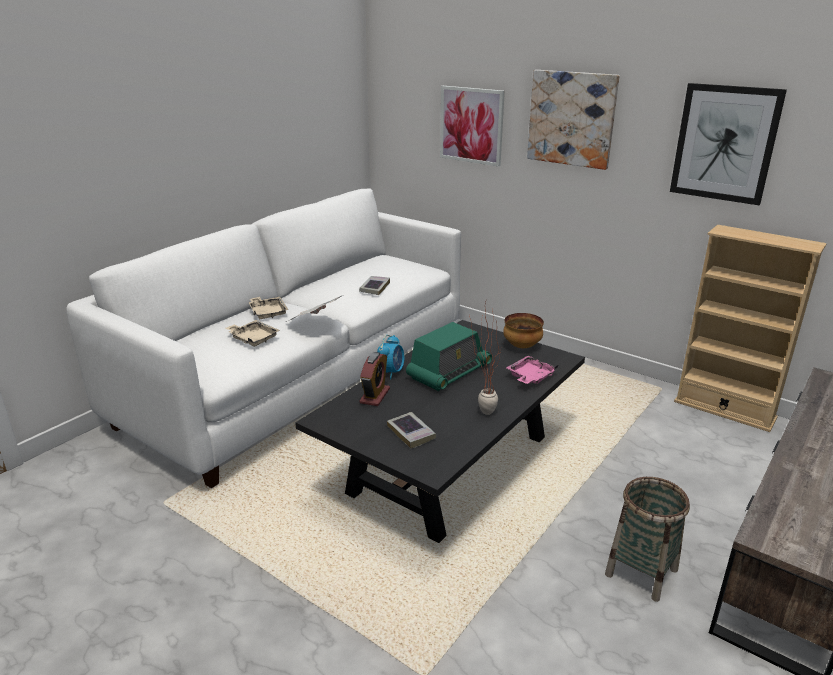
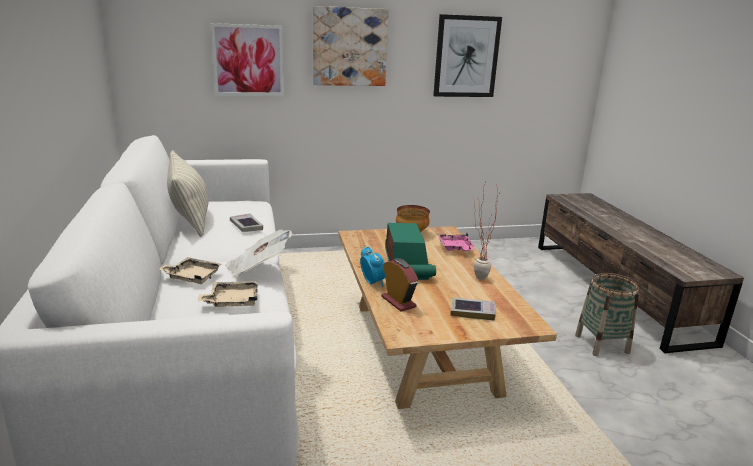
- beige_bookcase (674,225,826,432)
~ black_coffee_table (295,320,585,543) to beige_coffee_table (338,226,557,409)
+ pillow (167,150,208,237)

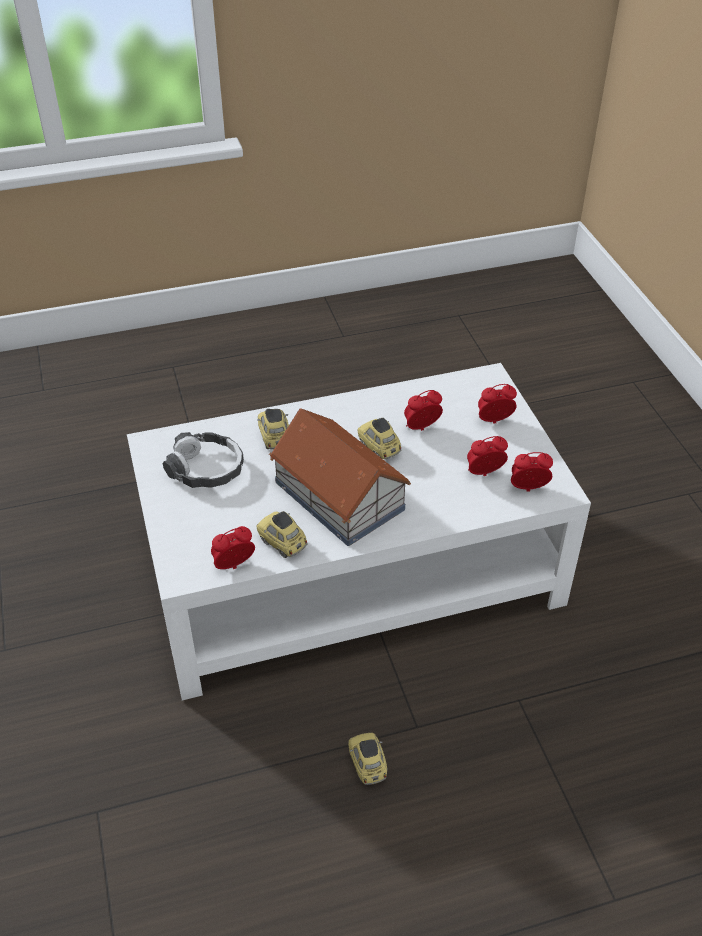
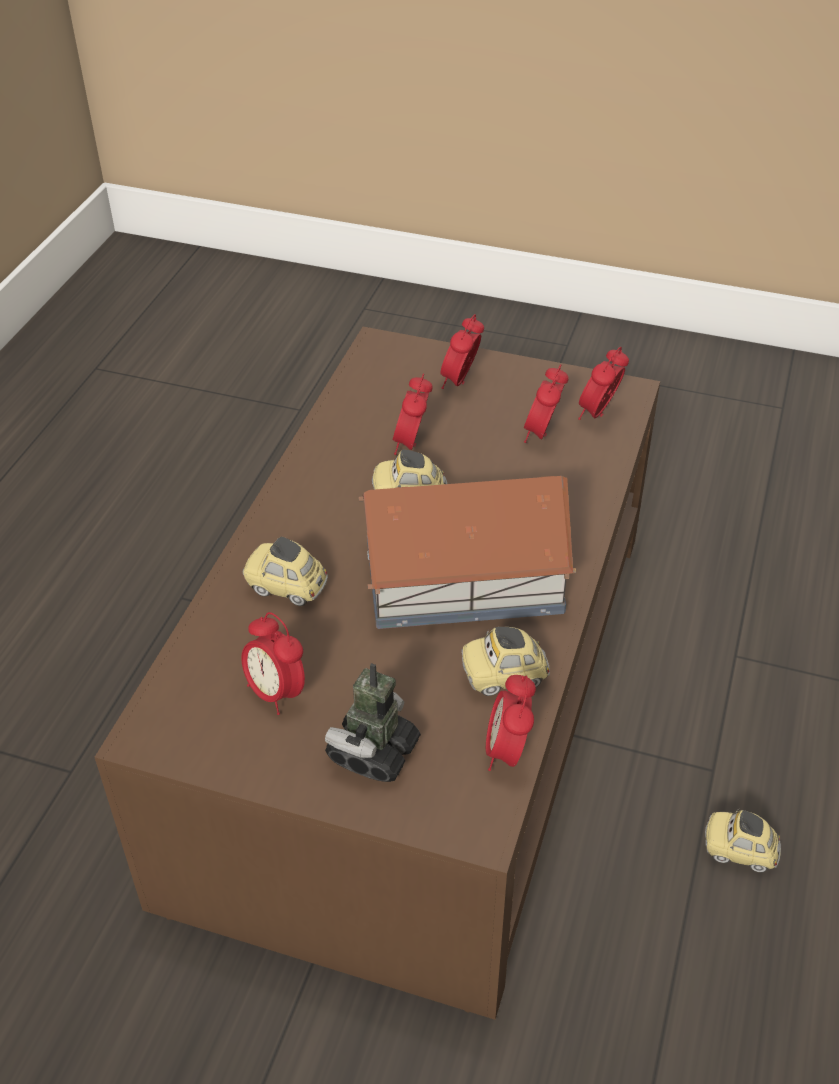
~ white_coffee_table (127,363,591,700) to brown_coffee_table (95,327,660,1020)
~ headphones (163,432,244,488) to alarm_clock (241,612,305,715)
+ toy_robot (325,663,421,782)

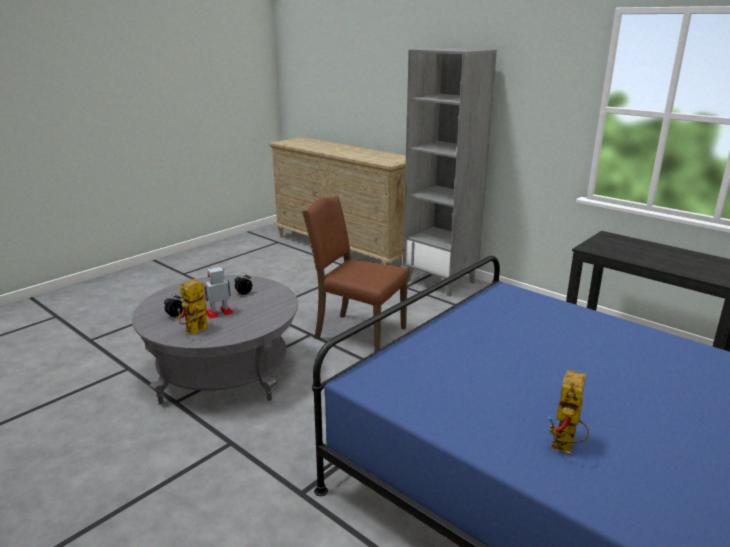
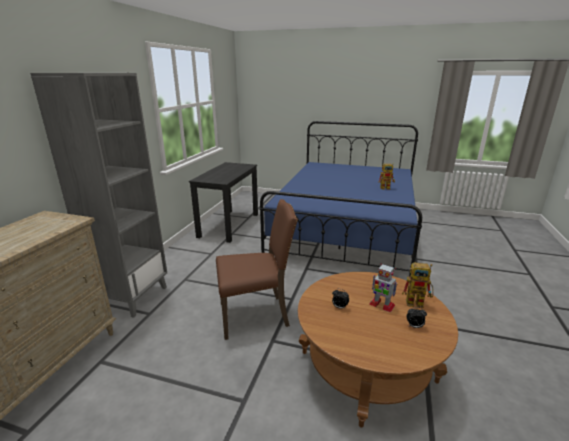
~ brown_chair (302,195,409,352) = (216,199,298,340) 105 degrees counterclockwise
~ grey_coffee_table (132,275,298,404) to brown_coffee_table (298,272,458,427)

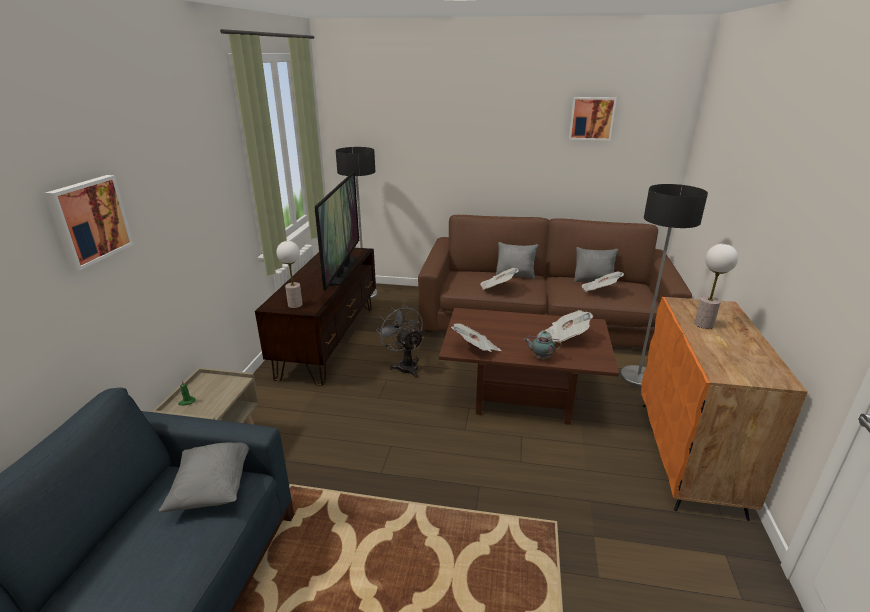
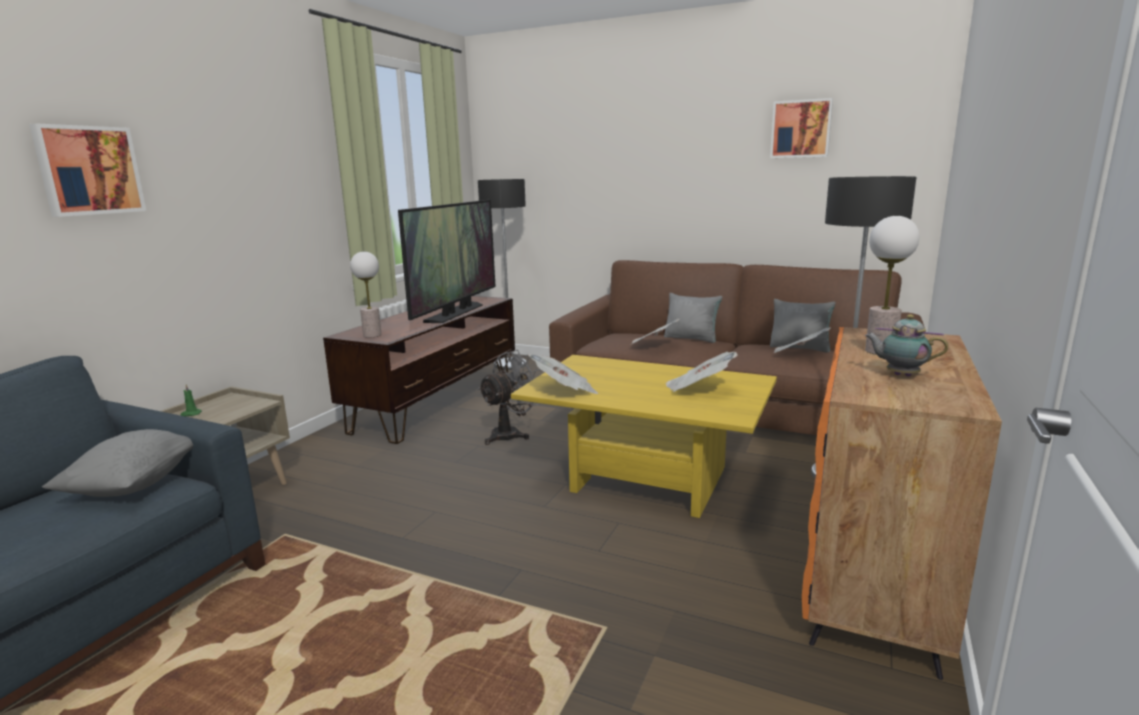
~ grey_fan (376,304,424,378) = (478,350,541,445) 60 degrees clockwise
~ brown_coffee_table (439,308,619,425) to yellow_coffee_table (511,355,777,518)
~ teapot (524,330,562,359) to (865,314,948,377)

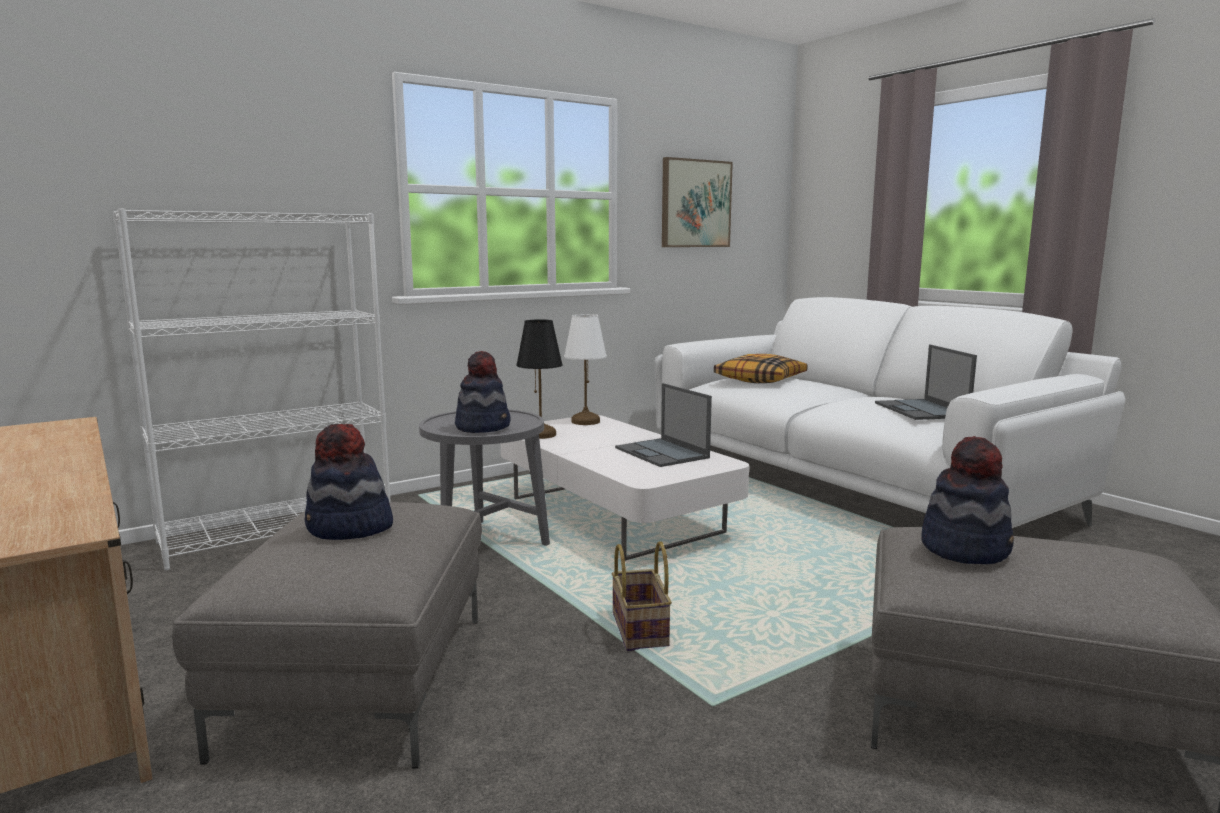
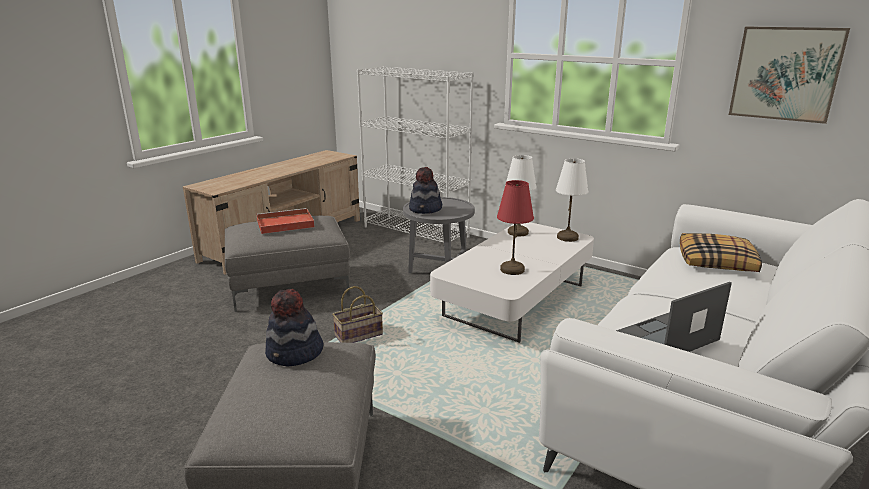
~ black_table_lamp (516,319,563,439) to white_table_lamp (505,155,537,236)
~ laptop (615,383,712,467) to red_table_lamp (497,180,534,275)
~ hat (305,424,393,540) to red_tray (256,208,315,234)

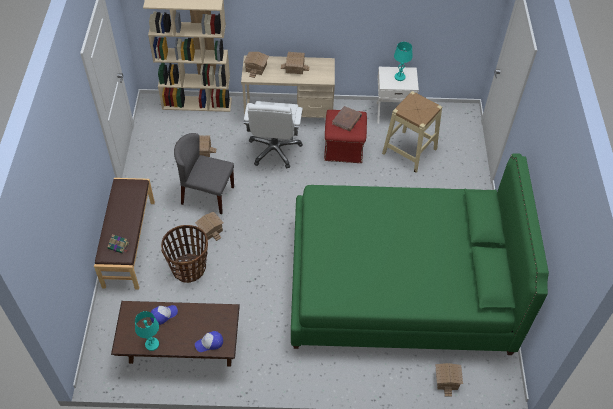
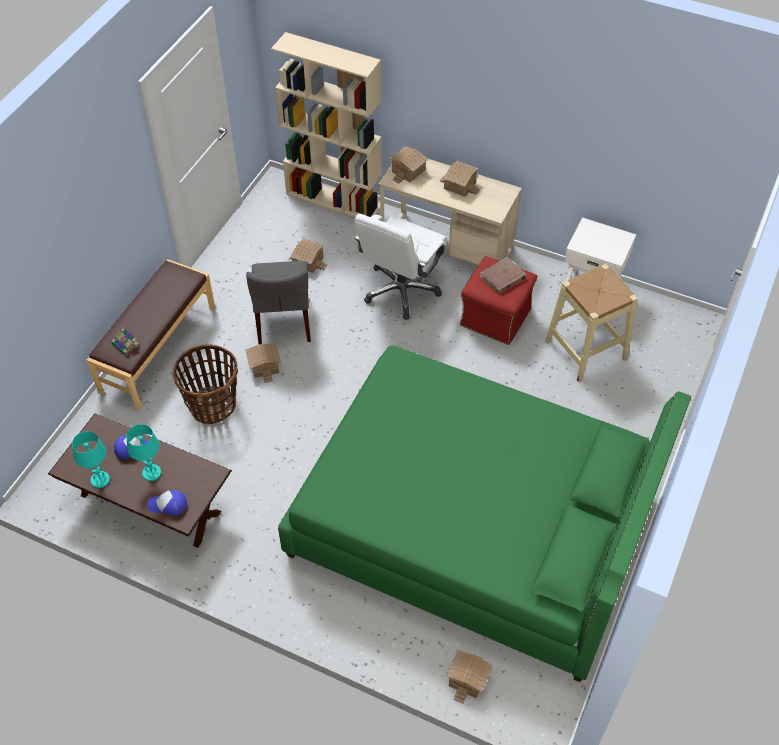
~ turquoise_table_lamp (394,42,412,81) to (126,424,161,481)
~ grey_chair (174,133,234,214) = (246,261,311,345) 135 degrees counterclockwise

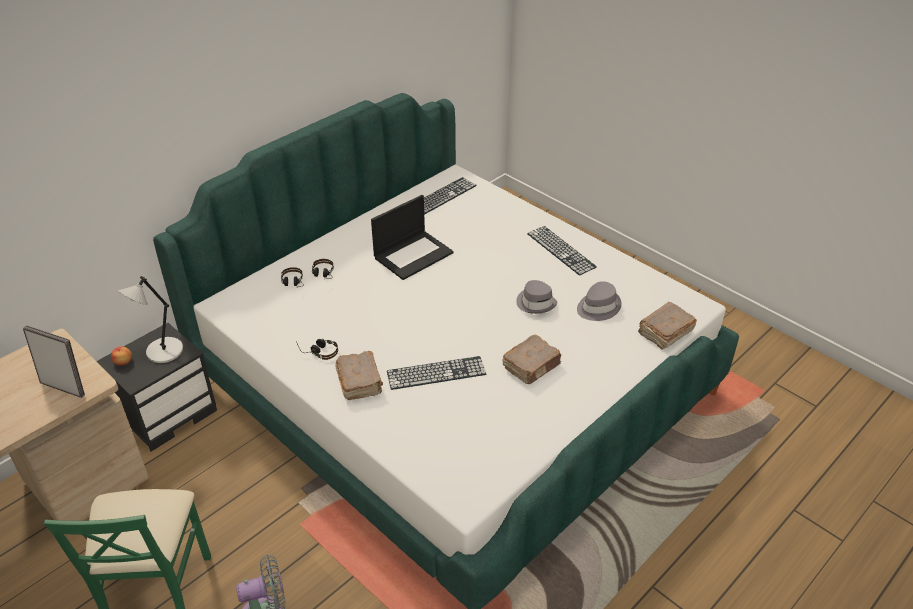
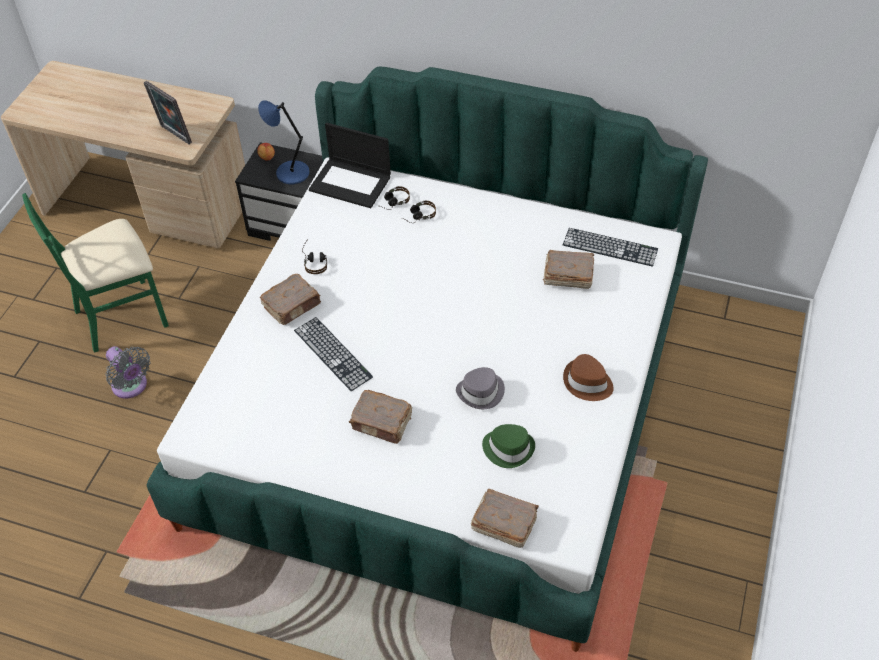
~ laptop (371,195,454,280) to (309,123,391,208)
~ keyboard (527,226,597,276) to brown_hat (563,354,614,401)
~ grey_table_lamp (118,276,183,363) to blue_table_lamp (258,100,310,184)
~ grey_hat (577,281,621,321) to green_hat (482,424,535,468)
~ picture_frame (23,325,85,398) = (144,81,192,144) 135 degrees clockwise
+ brown_book (543,250,594,289)

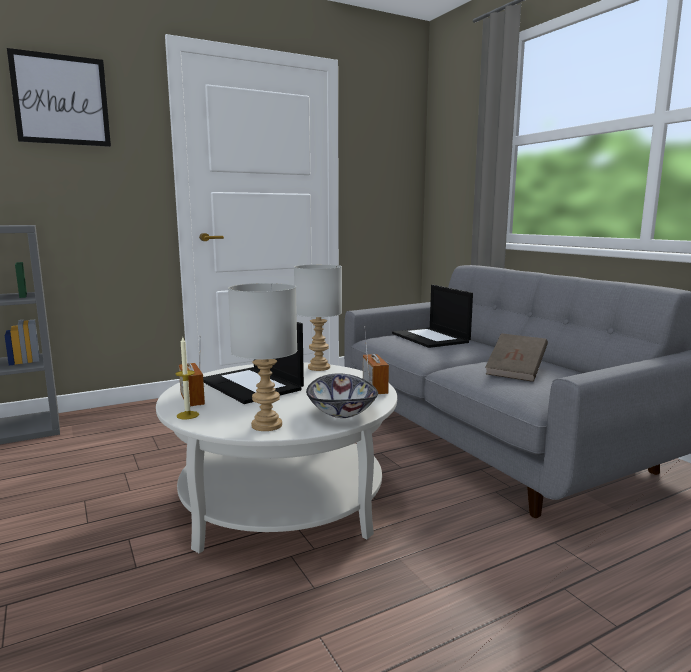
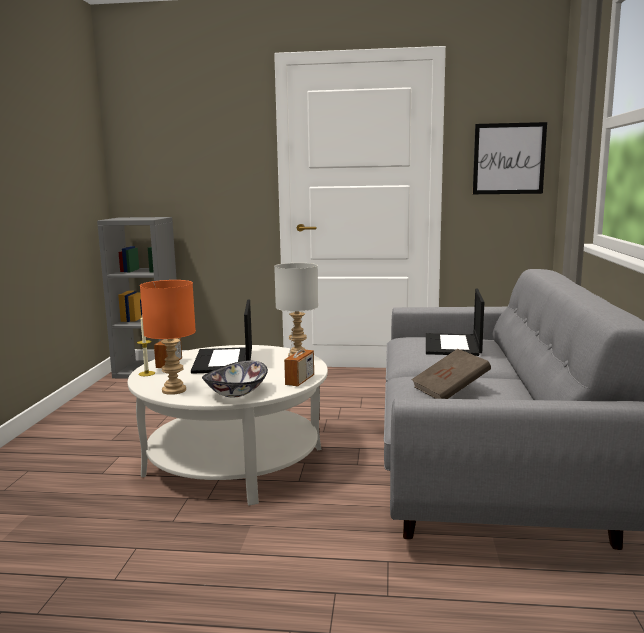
~ picture (7,48,111,147) to (473,122,547,194)
~ grey_table_lamp (228,283,297,431) to orange_table_lamp (140,280,196,395)

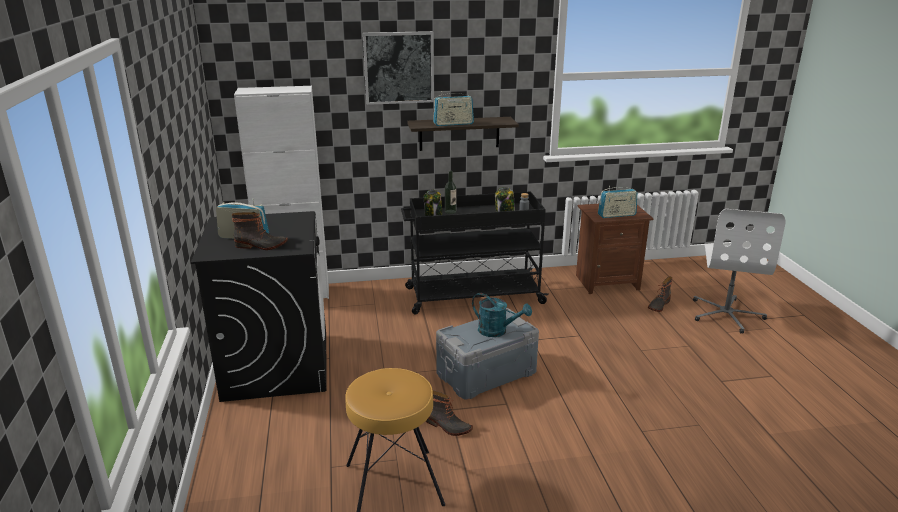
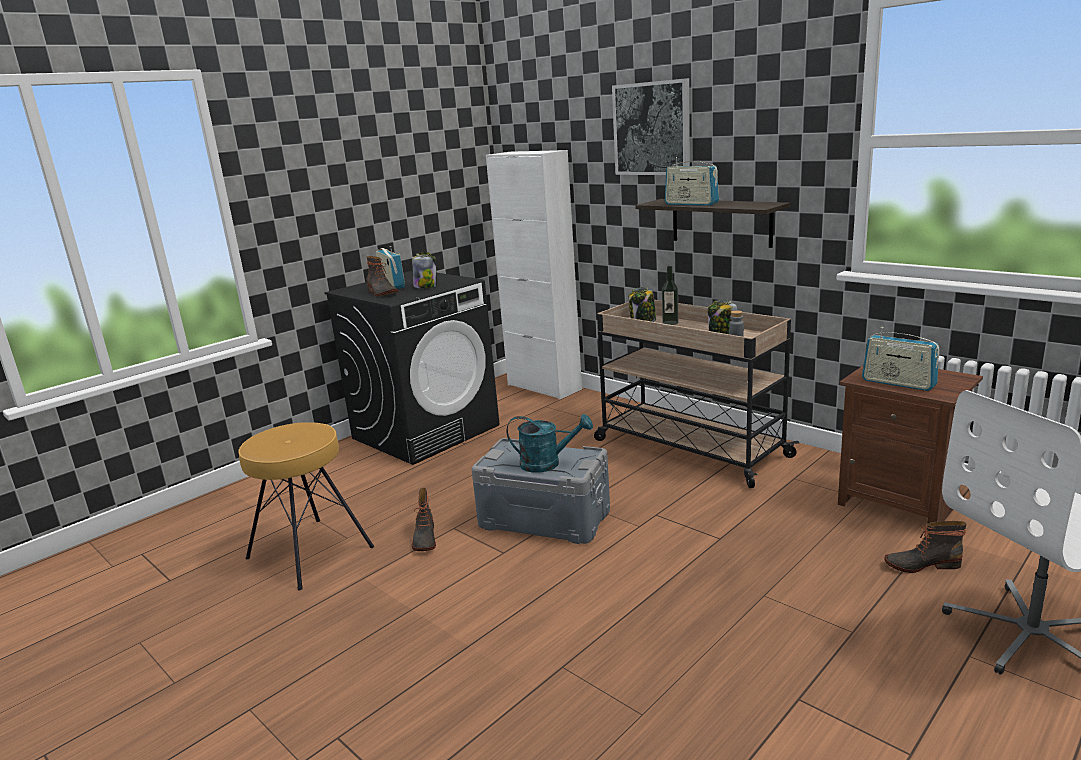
~ black_cart (401,191,549,315) to beige_cart (594,300,799,488)
~ turquoise_watering_can (472,293,532,337) = (507,414,593,473) 75 degrees counterclockwise
+ jar (412,252,437,288)

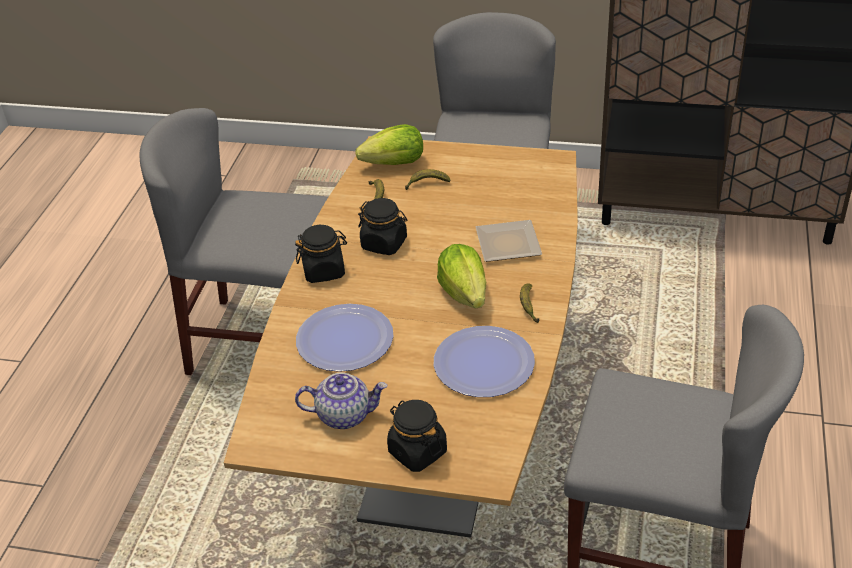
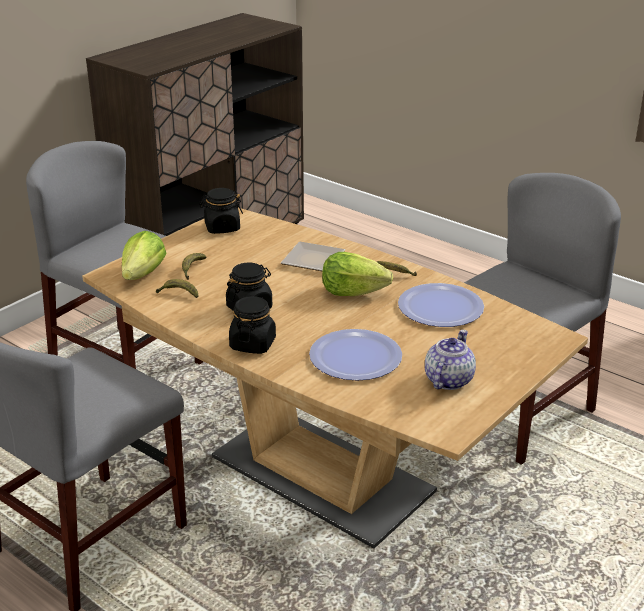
~ black_jar (387,400,447,472) to (199,188,243,234)

